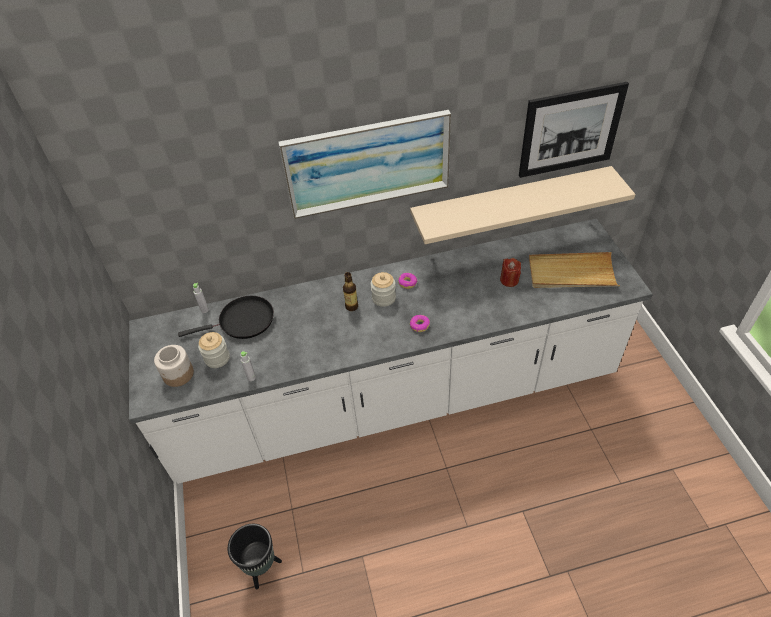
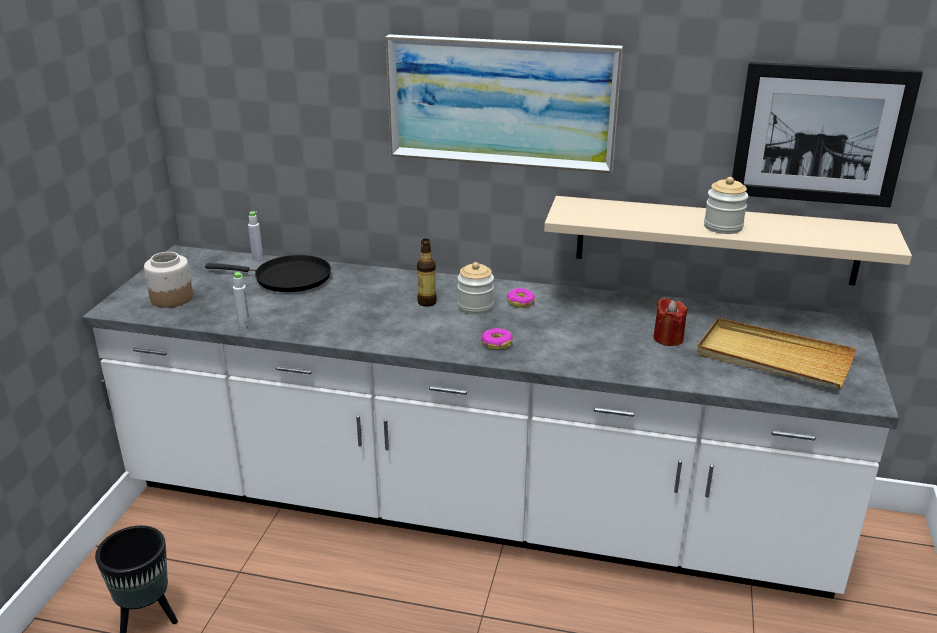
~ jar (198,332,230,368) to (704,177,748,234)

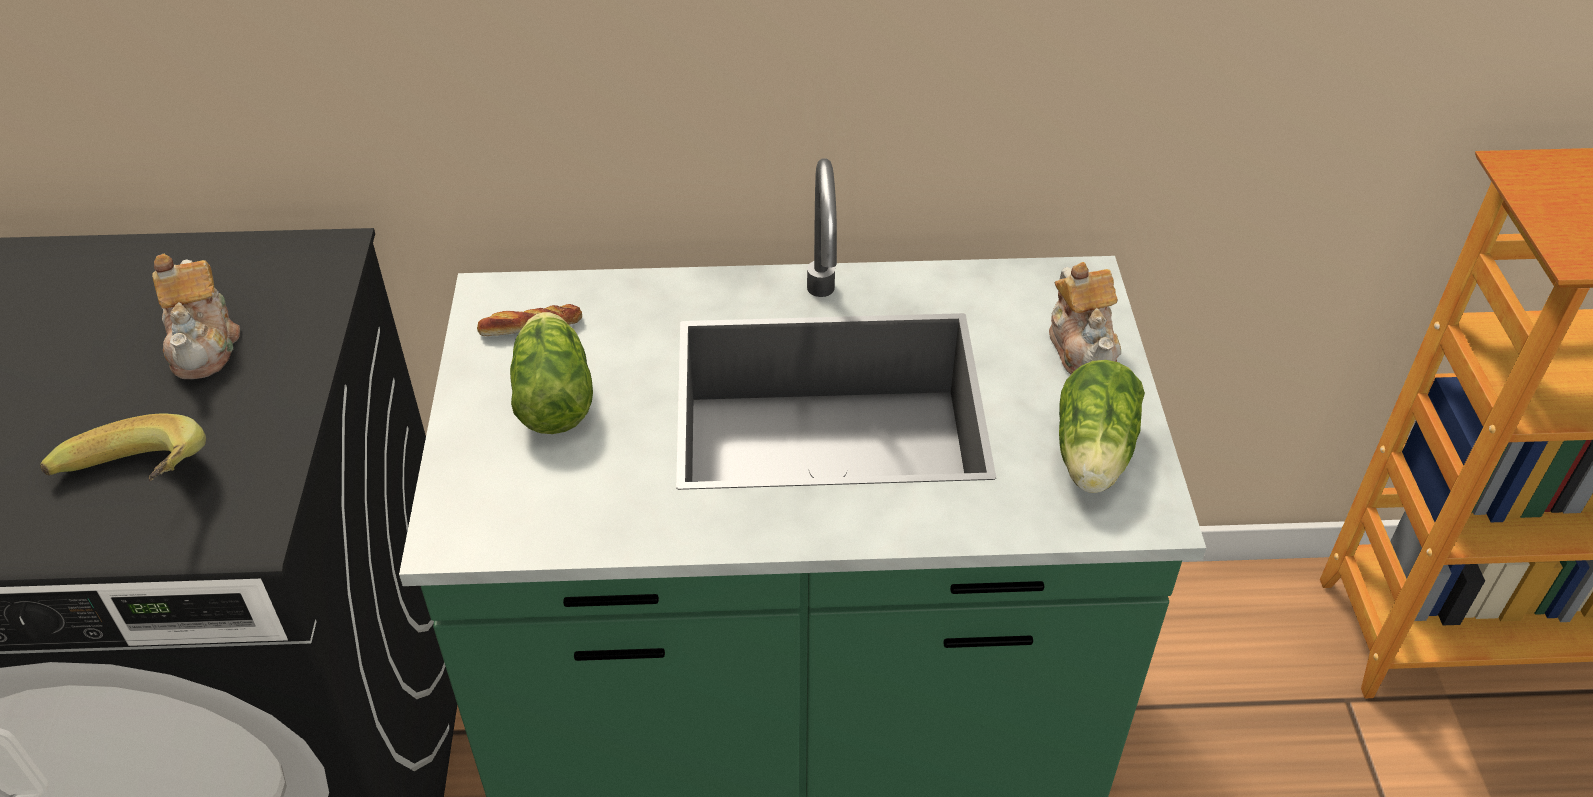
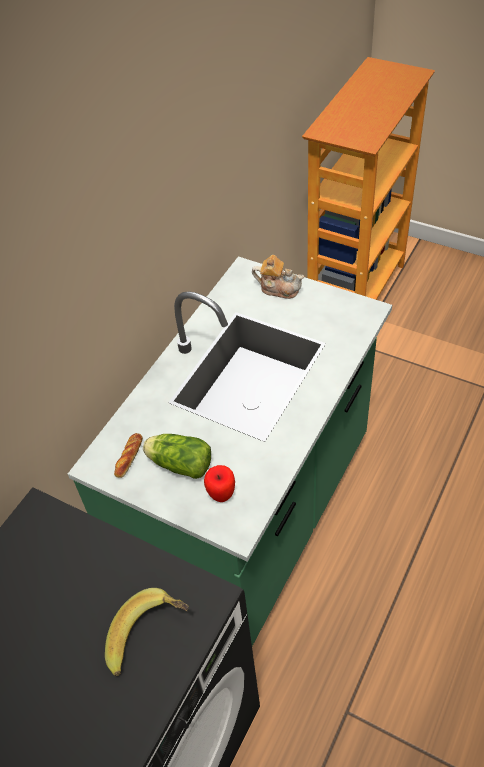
- teapot (152,254,240,379)
- lettuce (1059,360,1145,493)
+ apple (204,465,235,502)

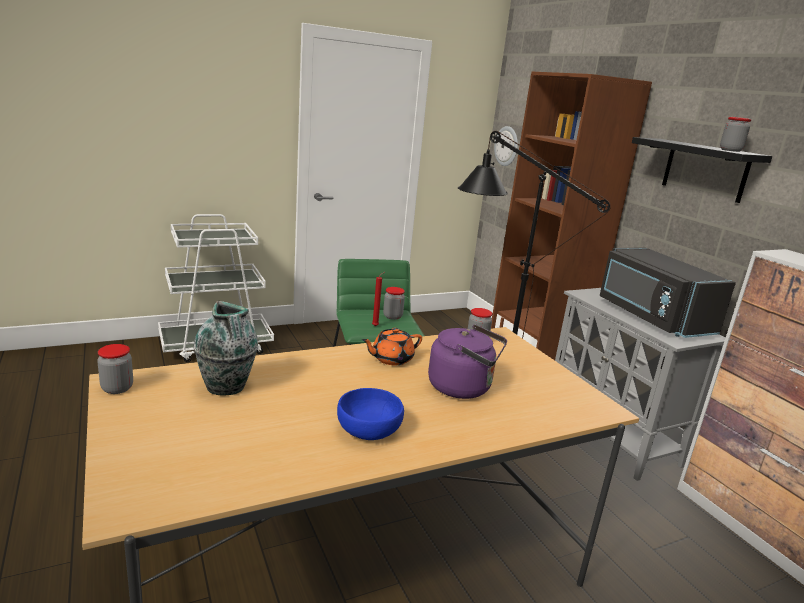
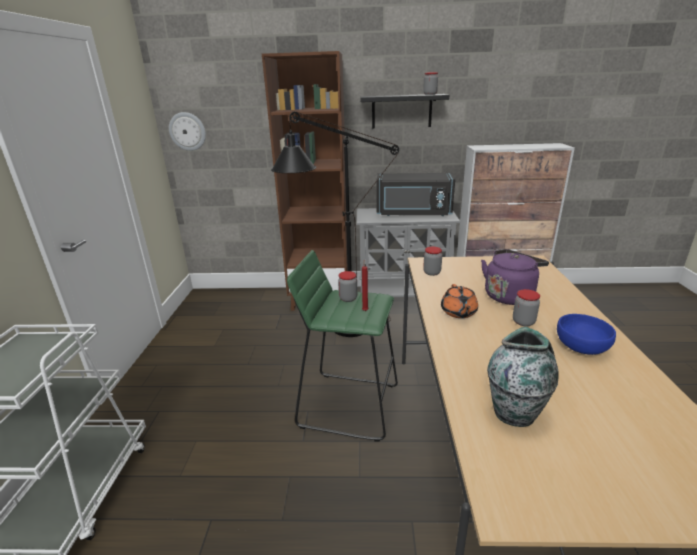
~ jar (97,344,133,394) to (513,289,540,326)

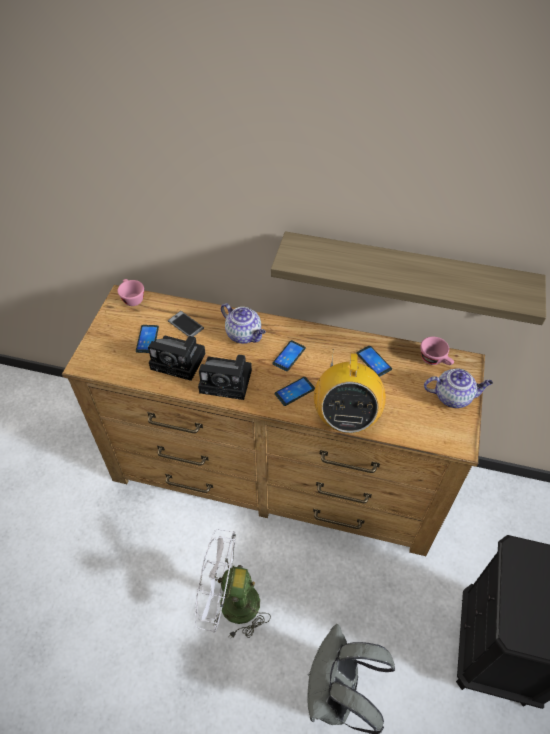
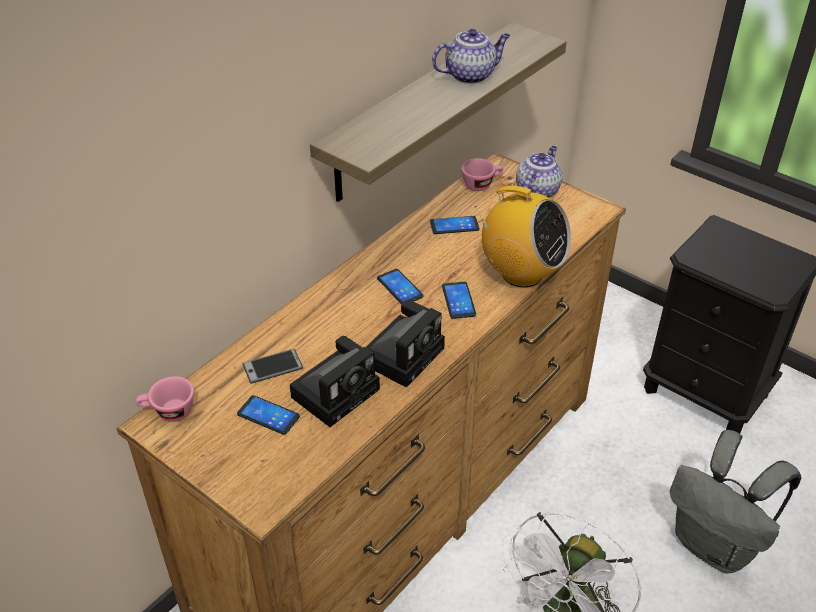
~ teapot (221,303,266,344) to (432,29,510,84)

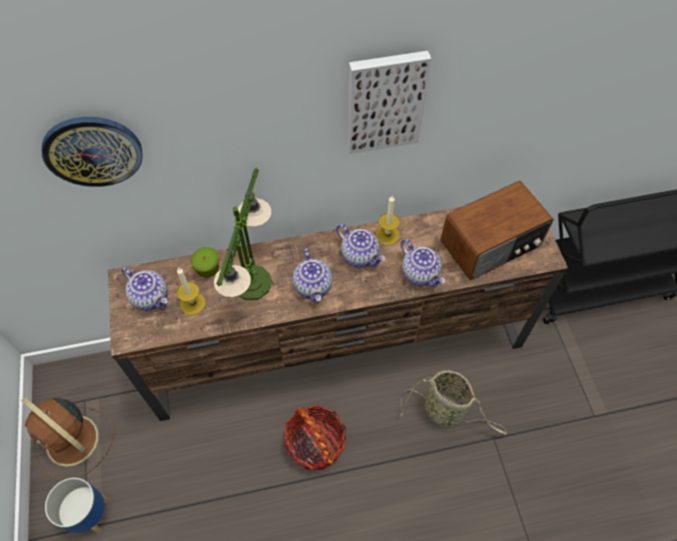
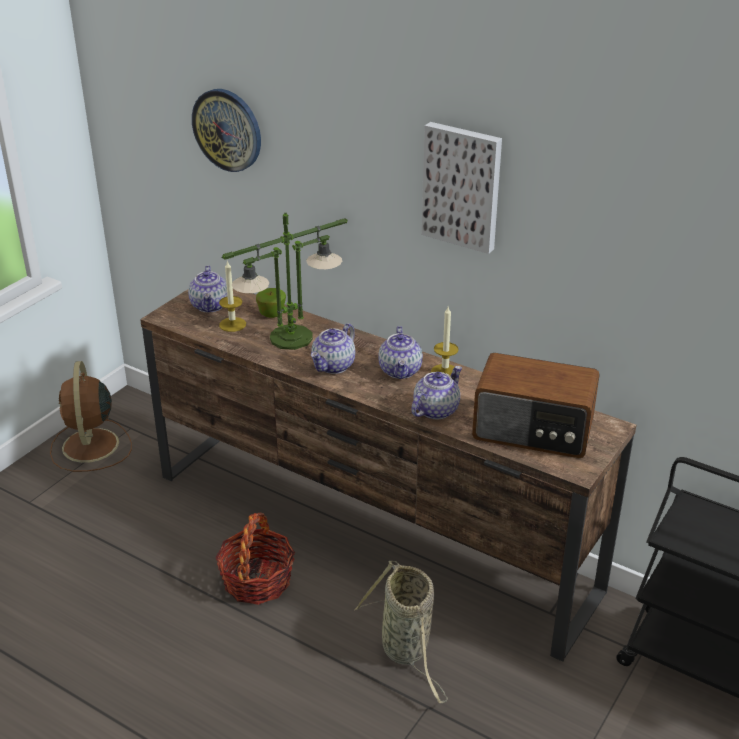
~ teapot (401,239,445,287) = (412,366,462,419) 150 degrees counterclockwise
- planter (45,478,111,534)

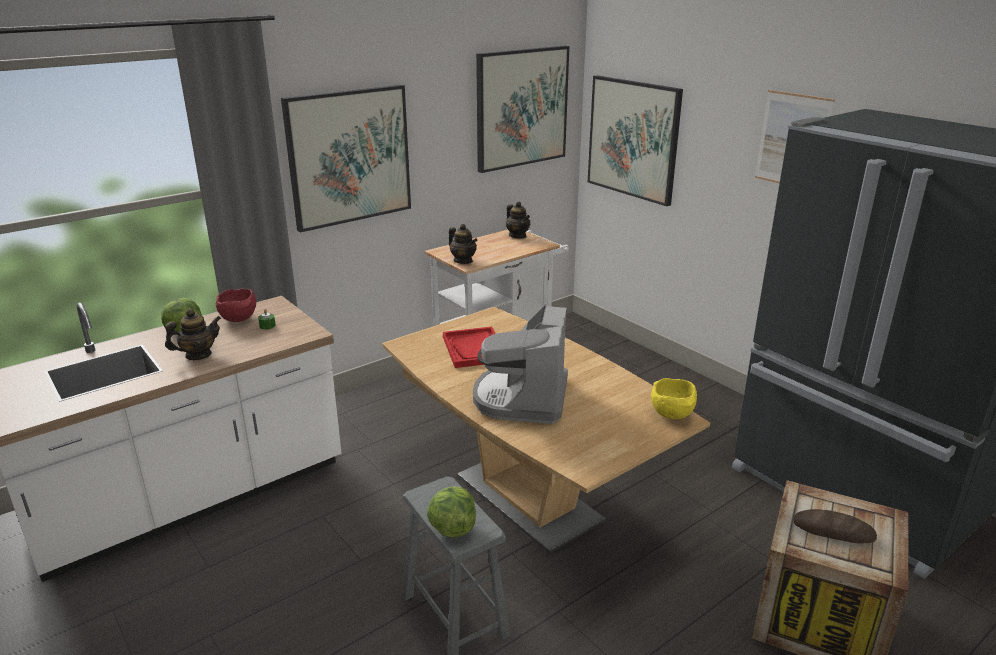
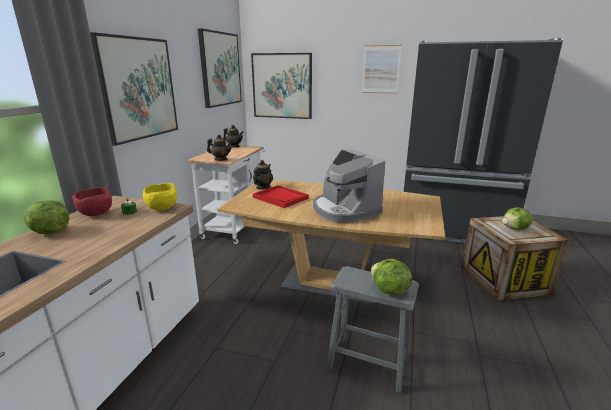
~ teapot (165,309,221,360) to (253,160,273,190)
~ yellow_bowl (651,378,697,419) to (143,183,177,210)
~ bread (794,509,877,543) to lettuce (502,207,533,230)

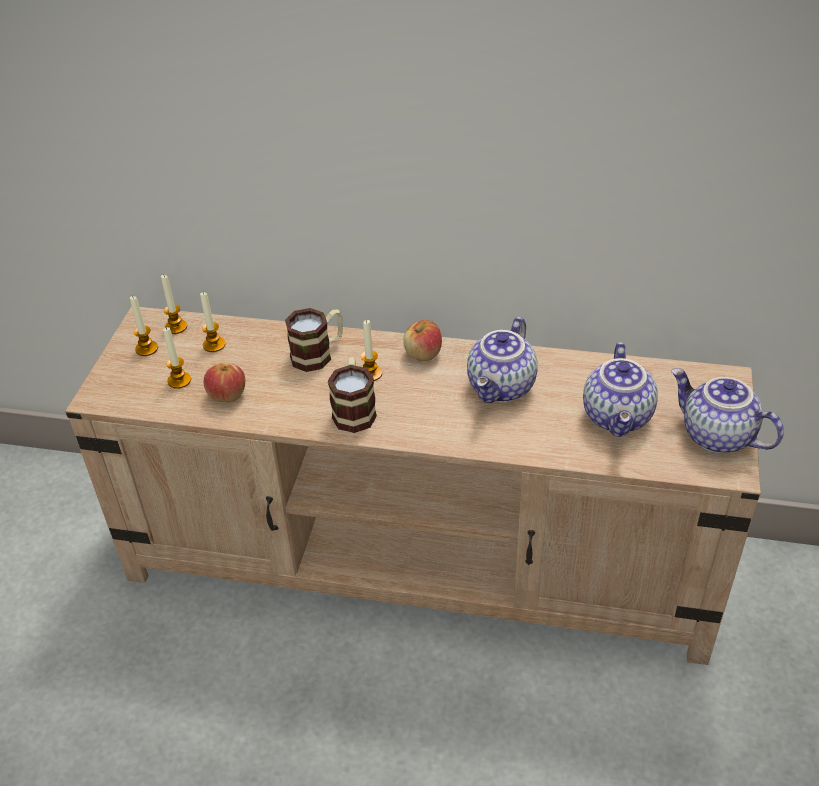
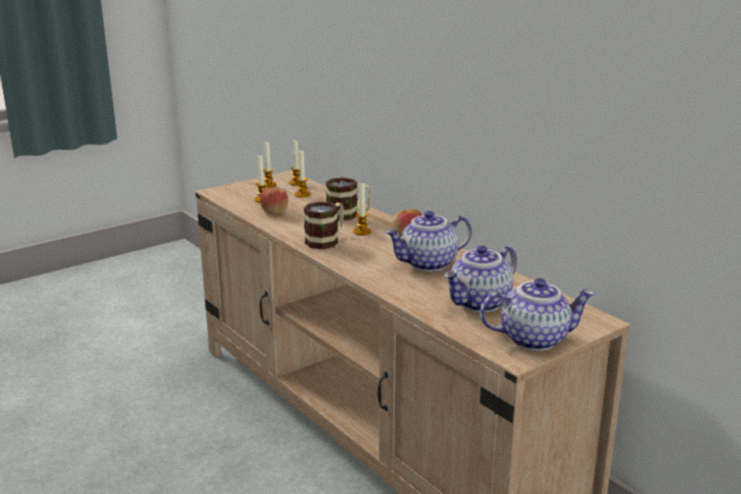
~ teapot (671,368,784,454) = (480,278,595,351) 90 degrees clockwise

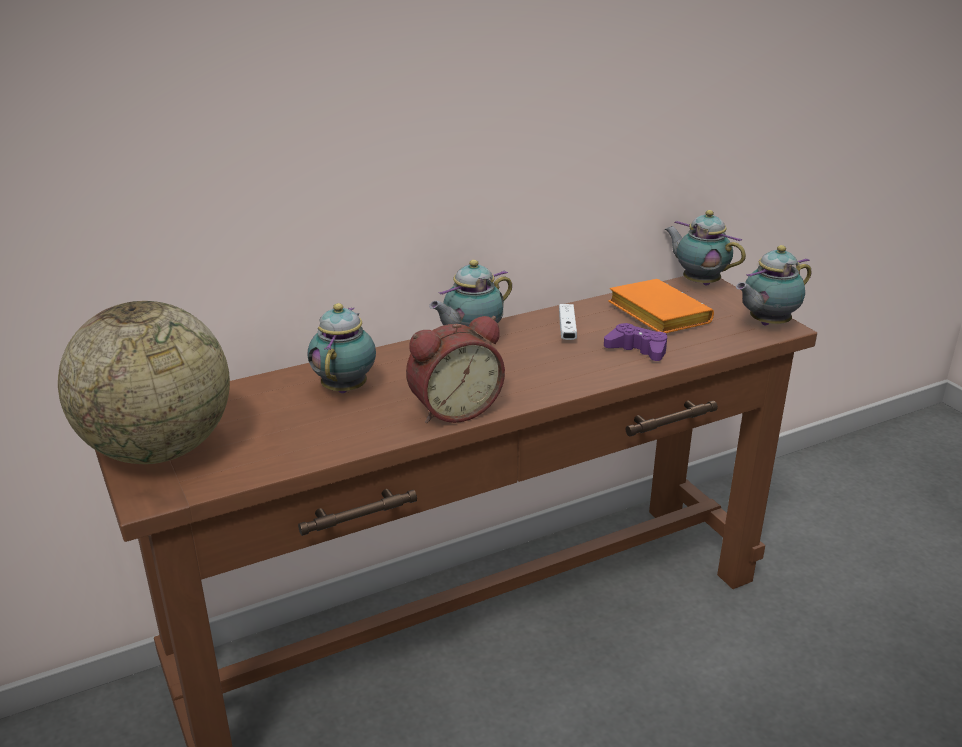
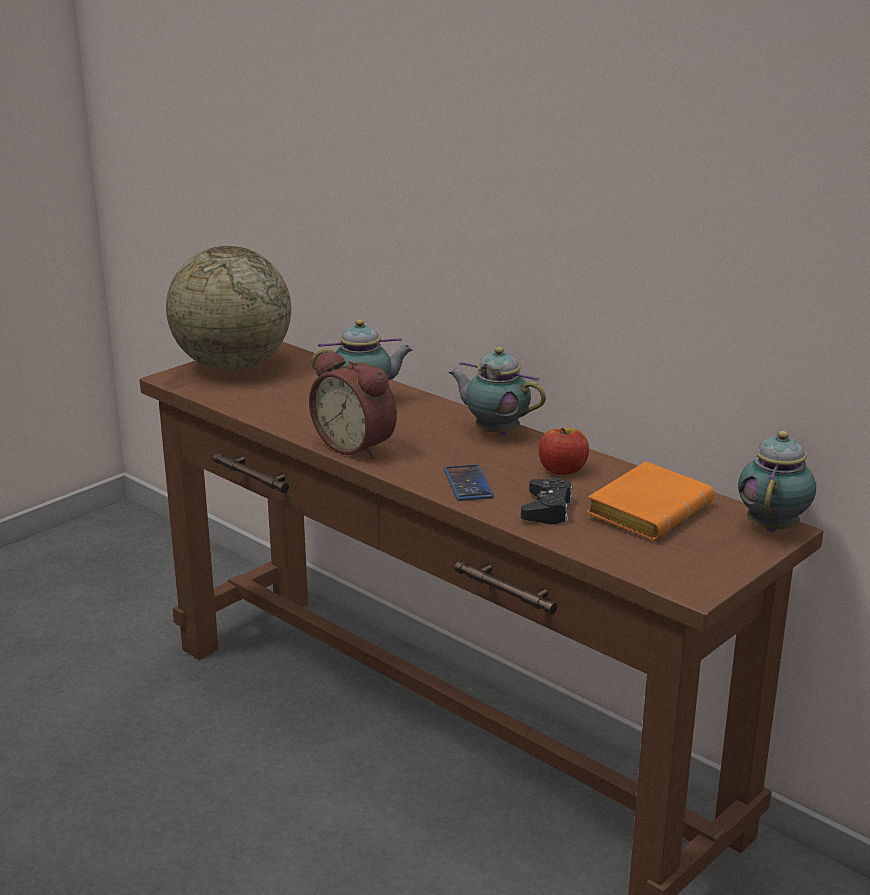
- teapot (736,245,812,325)
~ white_game_controller (559,304,577,340) to apple (539,428,589,475)
~ purple_game_controller (604,323,667,361) to black_game_controller (521,478,573,524)
+ phone (444,464,494,501)

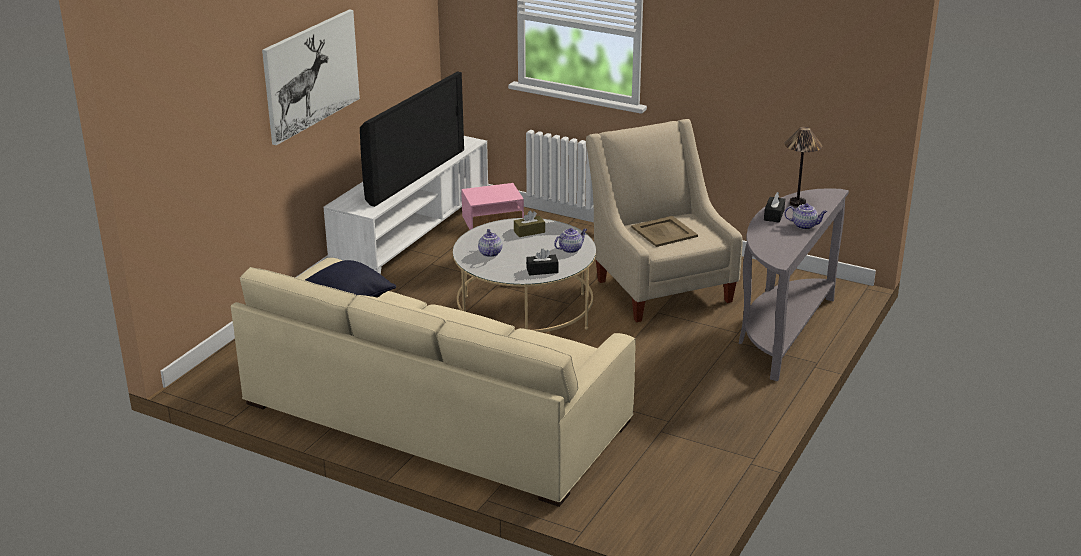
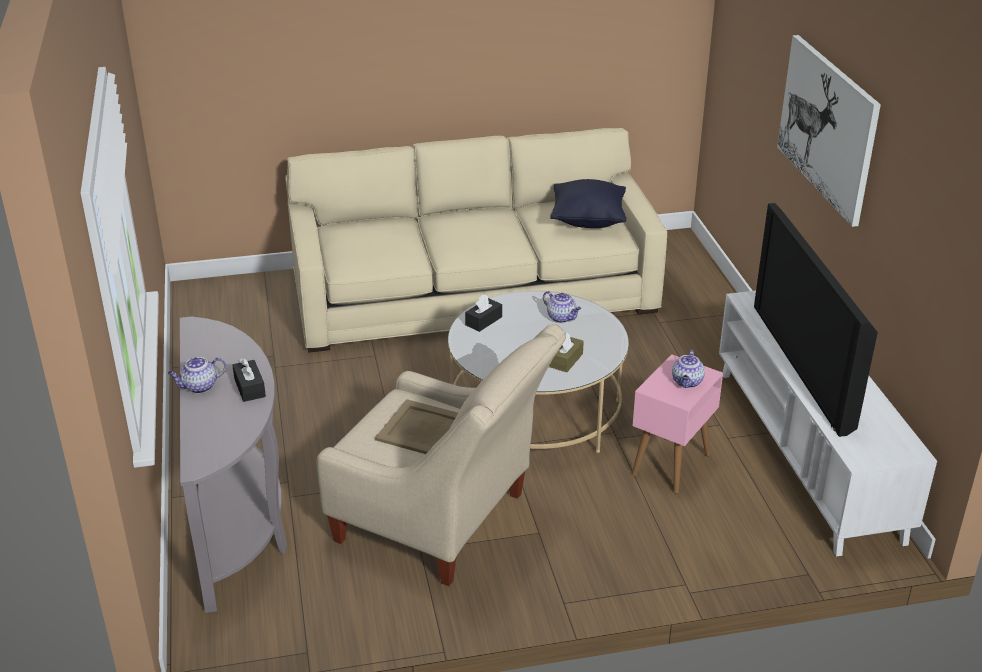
- table_lamp (784,127,823,207)
~ teapot (554,228,587,253) to (672,350,705,388)

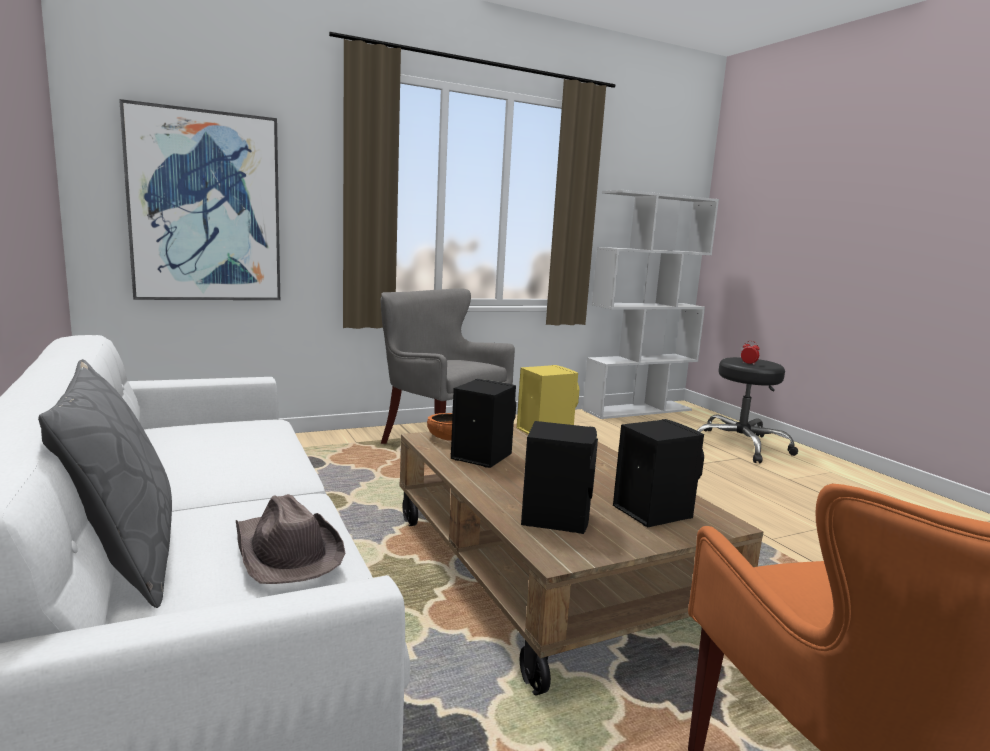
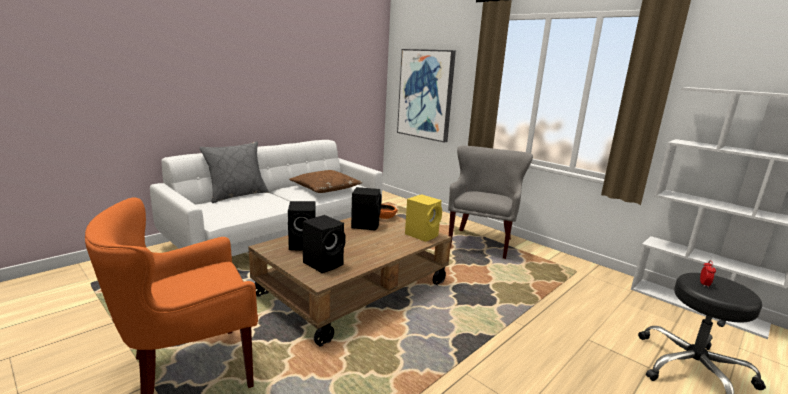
- brown_hat (236,494,345,584)
+ brown_pillow (289,170,363,193)

